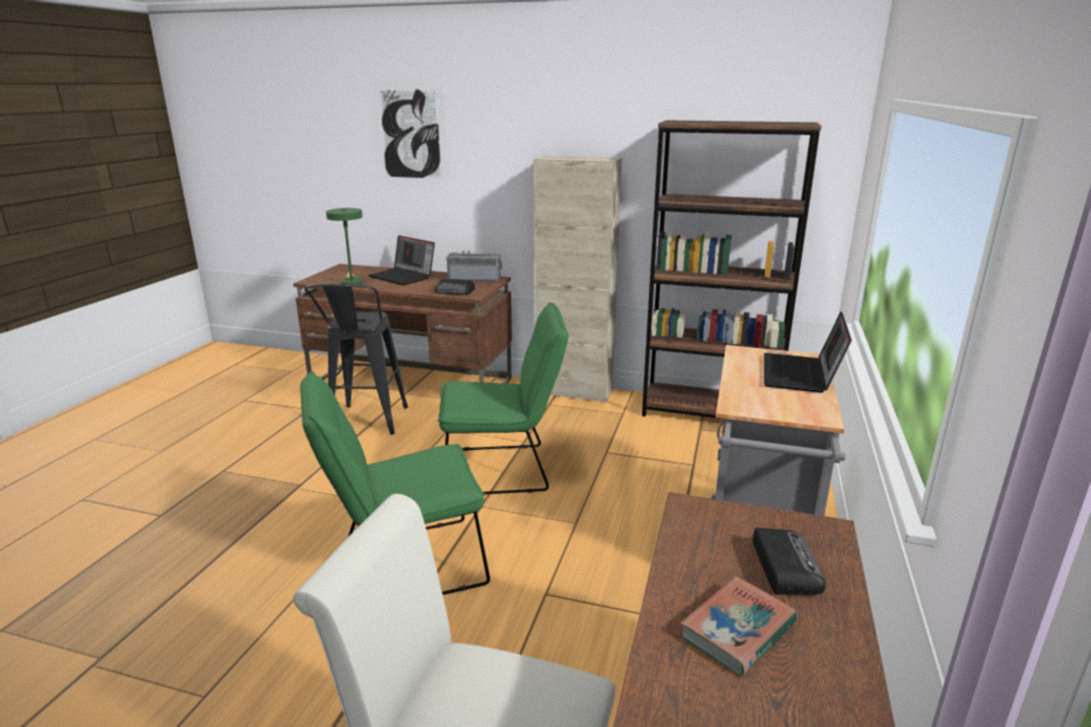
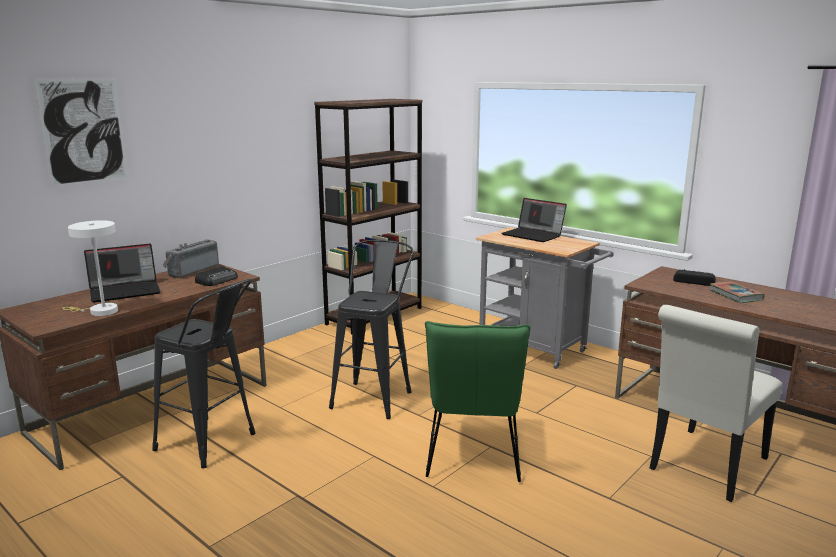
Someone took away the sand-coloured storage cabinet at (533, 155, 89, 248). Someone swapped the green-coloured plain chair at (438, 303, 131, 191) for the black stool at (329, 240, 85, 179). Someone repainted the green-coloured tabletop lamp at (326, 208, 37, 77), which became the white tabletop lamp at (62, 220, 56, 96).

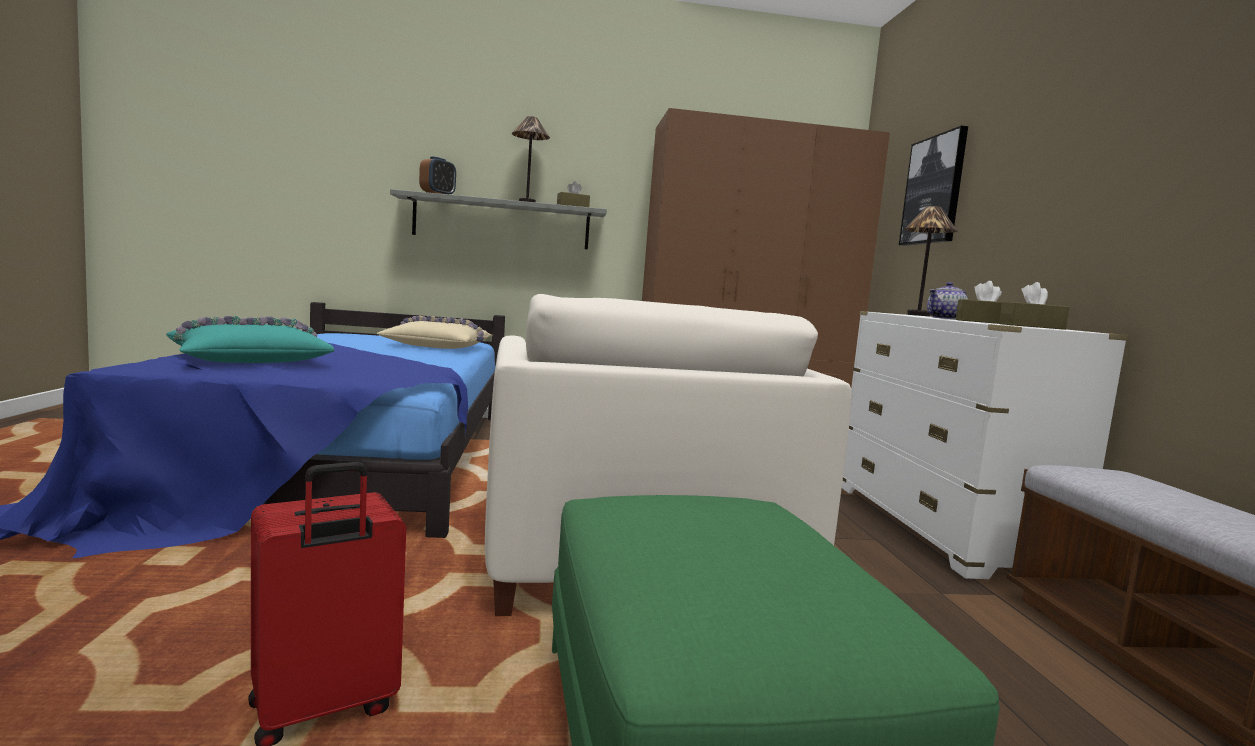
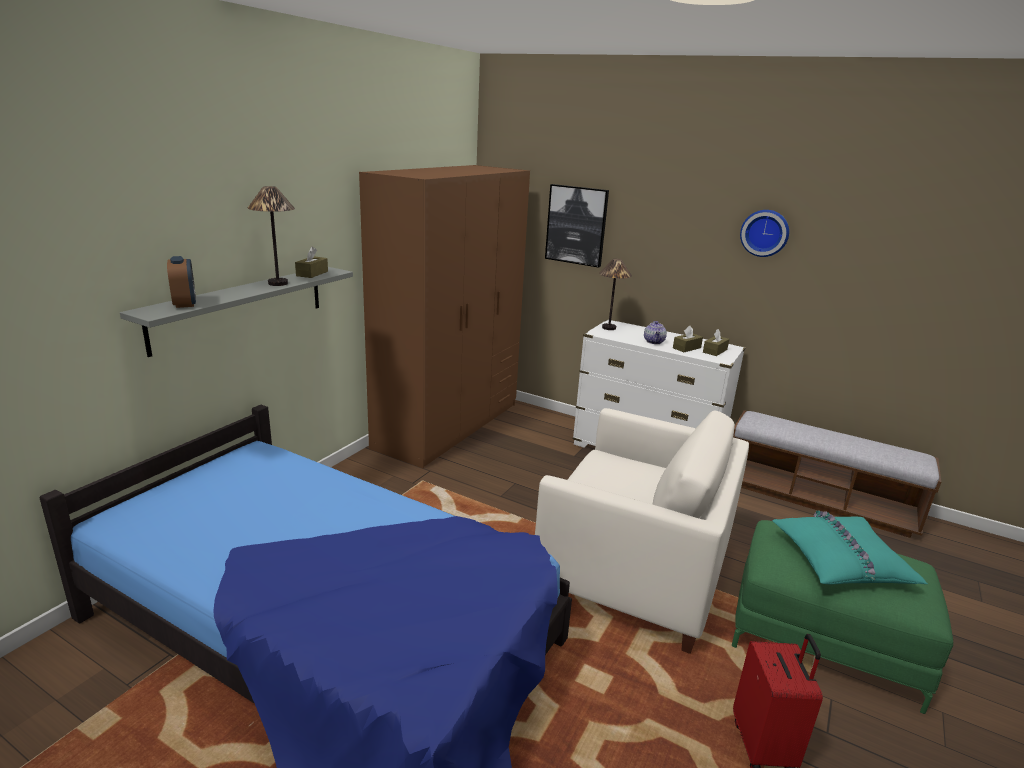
Someone took away the sand-coloured pillow at (377, 316, 115, 33). Someone put up the clock on the wall at (740, 210, 49, 47). Someone carried the blue-green pillow from (166, 316, 169, 47) to (772, 511, 156, 73).

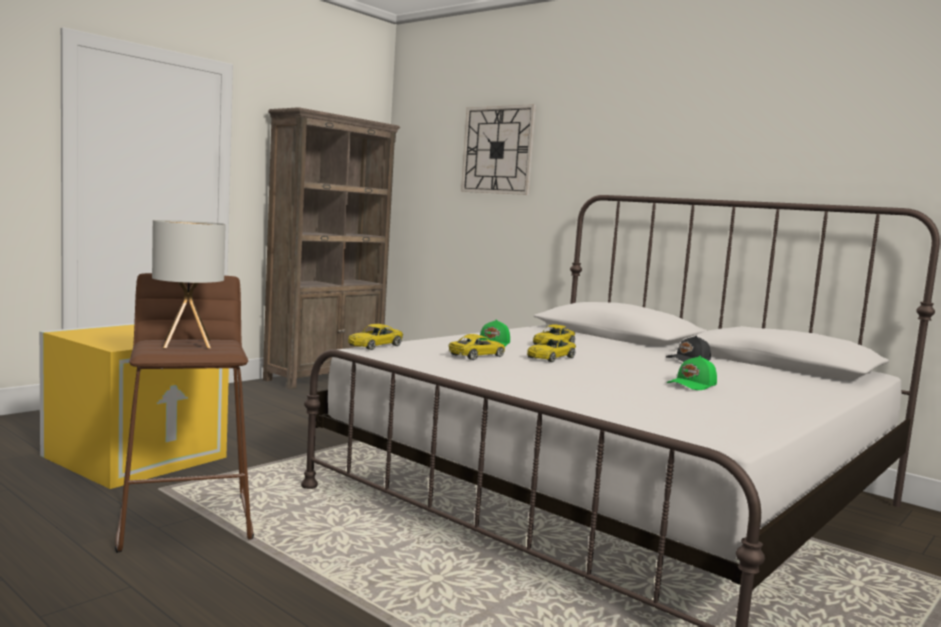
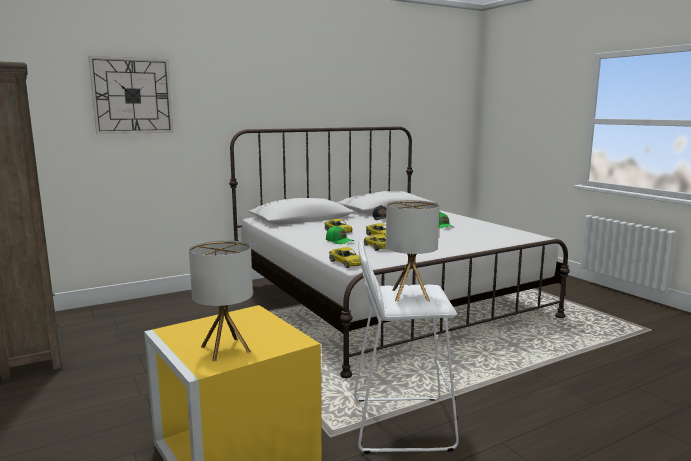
Someone put down the tabletop lamp at (189, 240, 64, 121). Someone repainted the brownish stool at (115, 273, 139, 280), which became the white stool at (354, 241, 105, 213).

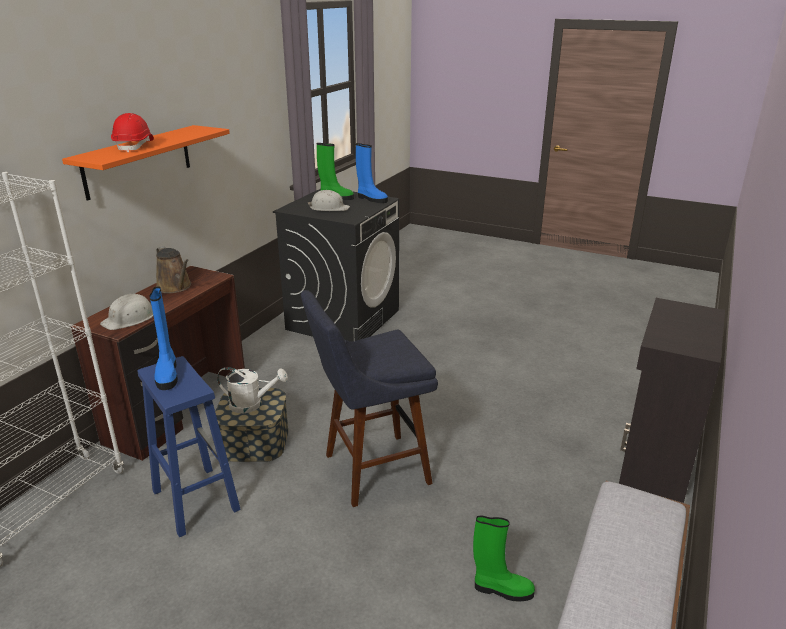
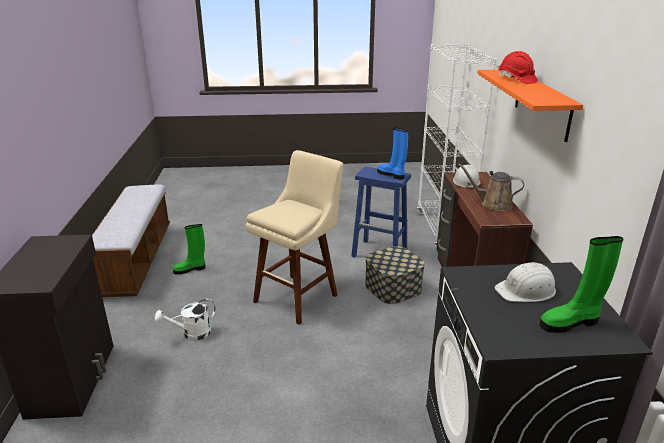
Someone took away the bluish boot at (356, 143, 32, 60). Someone carried the white sprinkling can from (217, 367, 71, 46) to (155, 299, 60, 41). Someone repainted the bluish stool at (301, 290, 137, 217), which became the sand-coloured stool at (246, 150, 97, 175).

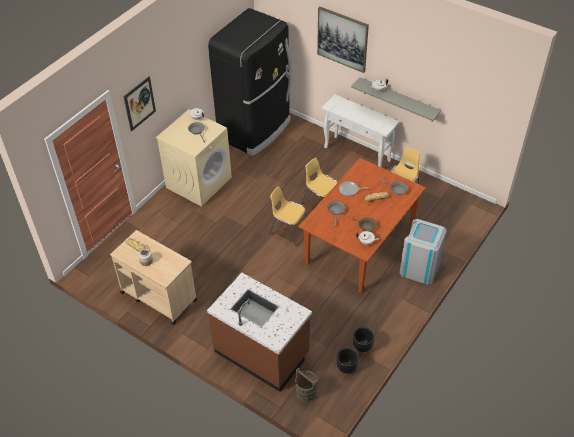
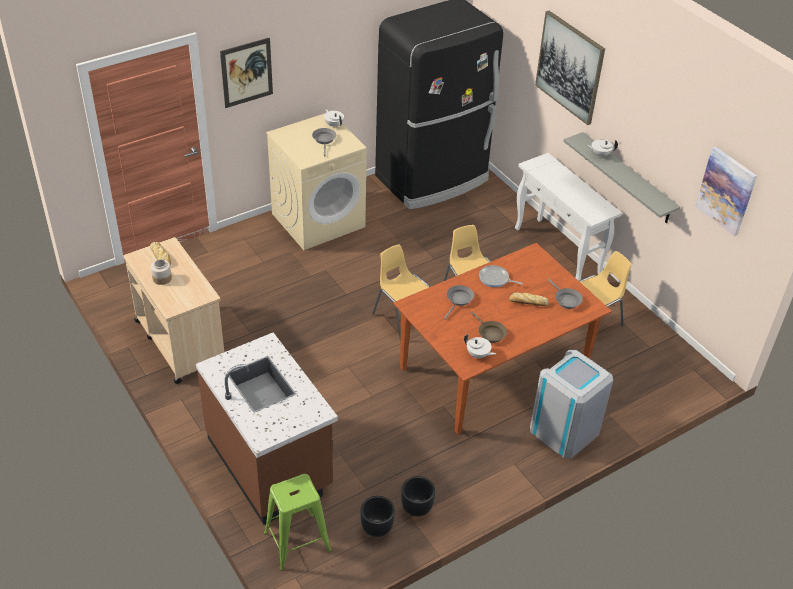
Someone put up the wall picture at (695, 147, 62, 89). Someone swapped the brownish pail at (295, 368, 23, 34) for the green-coloured stool at (264, 474, 68, 97).

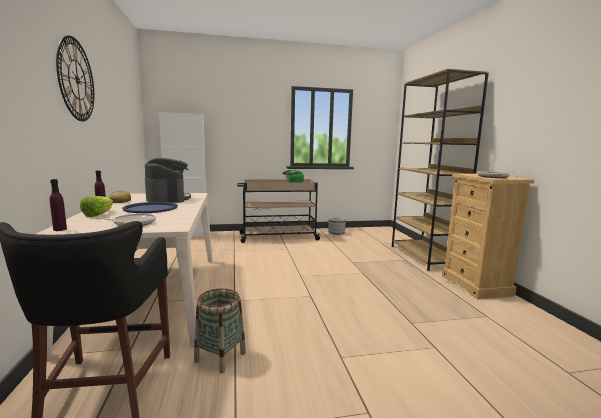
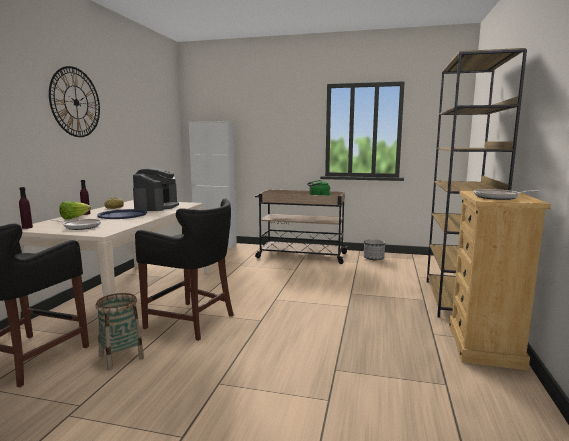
Someone put down the black stool at (135, 198, 99, 143).

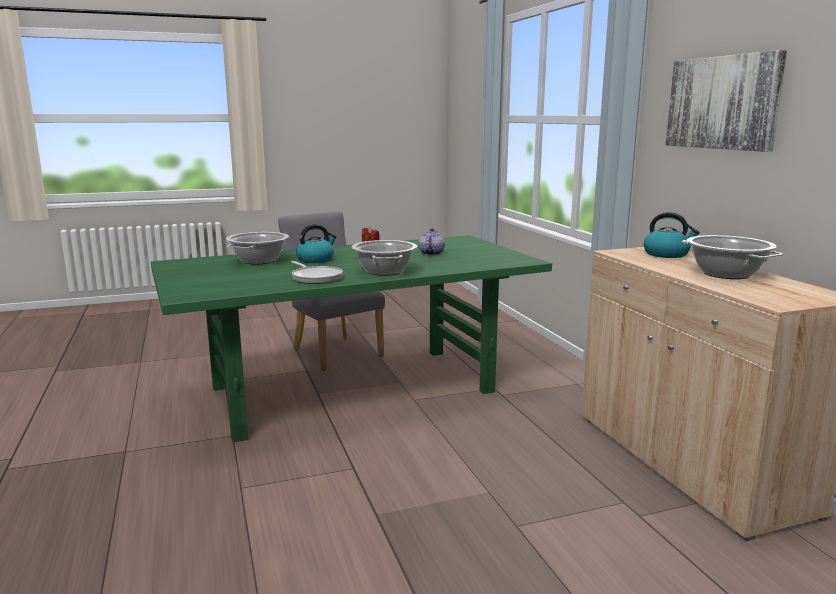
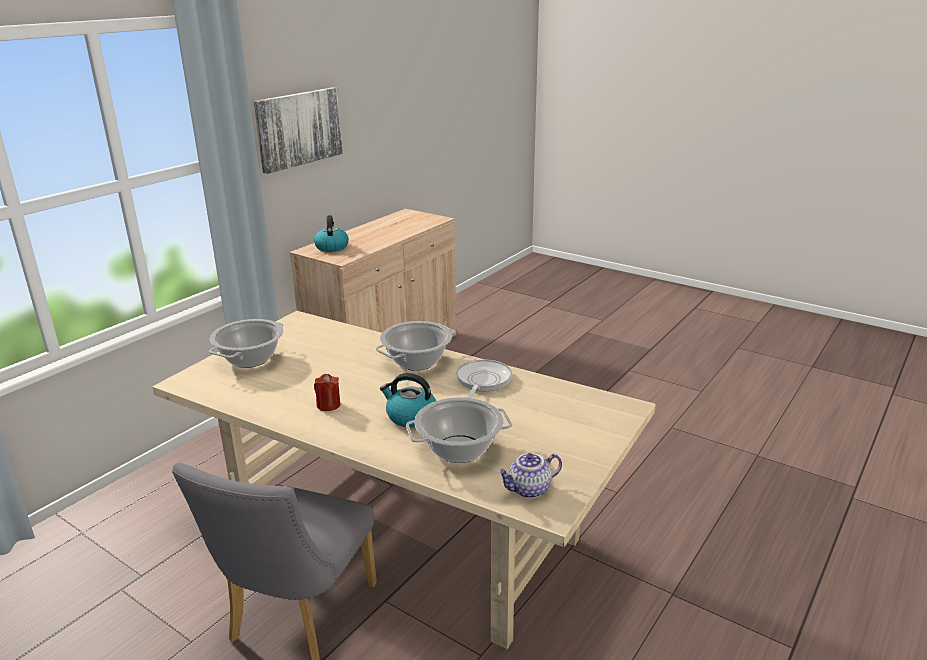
Someone carried the teapot from (419, 228, 26, 27) to (497, 453, 65, 45). Someone carried the cooking pot from (682, 235, 101, 44) to (209, 319, 74, 49). Someone repainted the green-coloured dinner table at (151, 235, 401, 208), which became the sand-coloured dinner table at (152, 311, 504, 338).

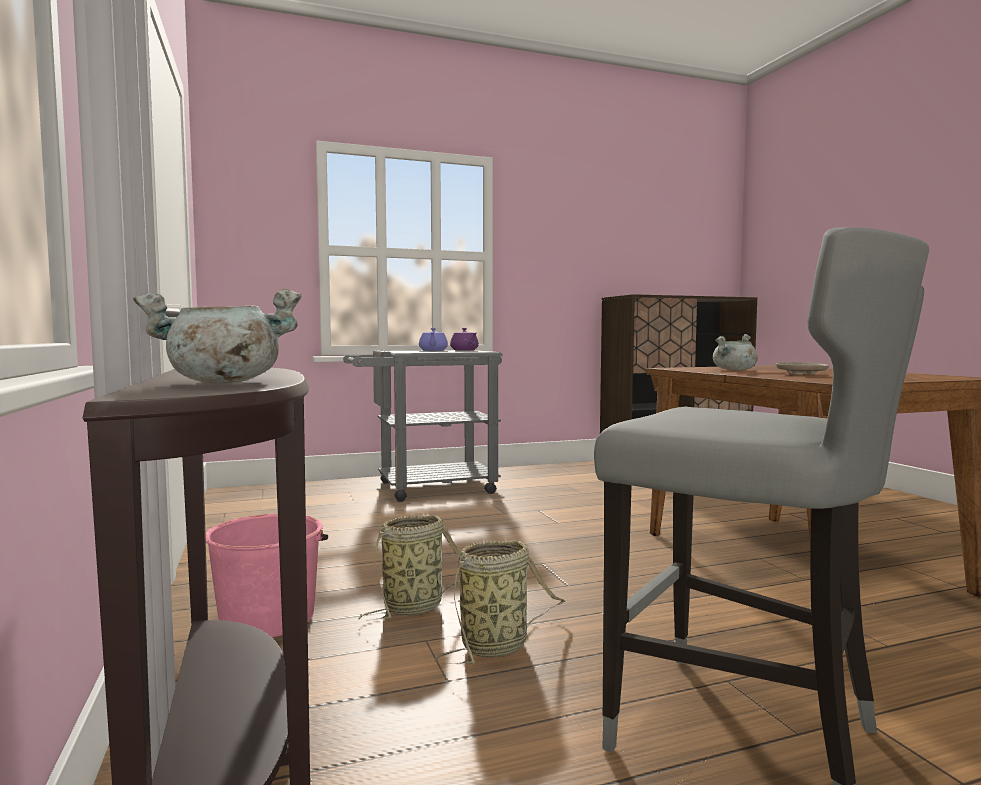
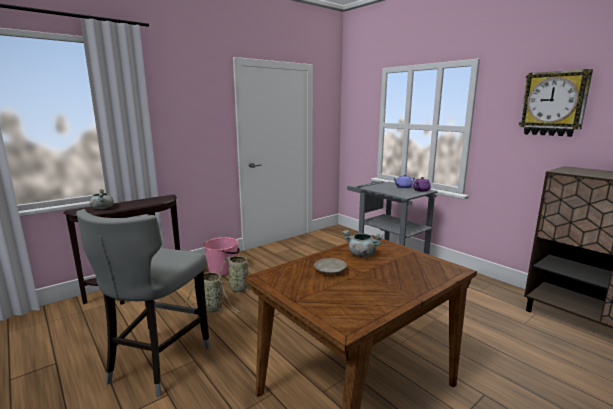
Someone put up the clock on the wall at (519, 69, 74, 68).

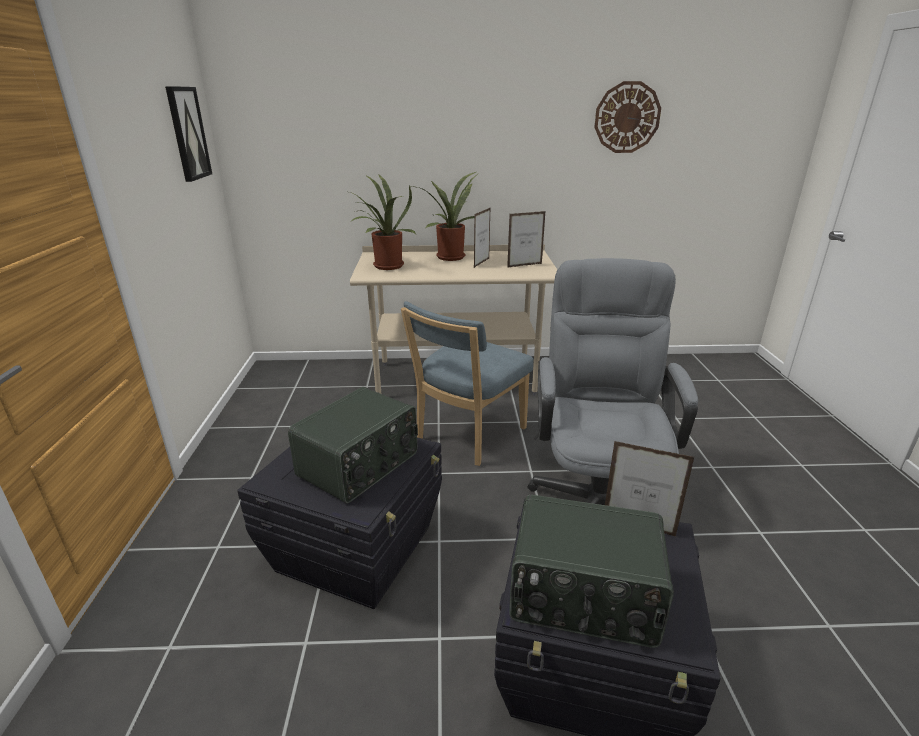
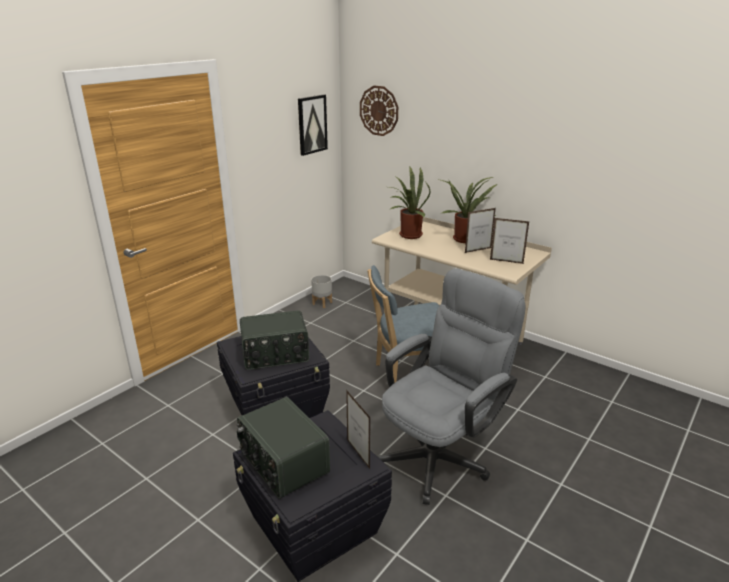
Someone put down the greyish flower pot at (311, 275, 21, 33). Someone carried the clock on the wall from (594, 81, 67, 72) to (360, 86, 38, 50).

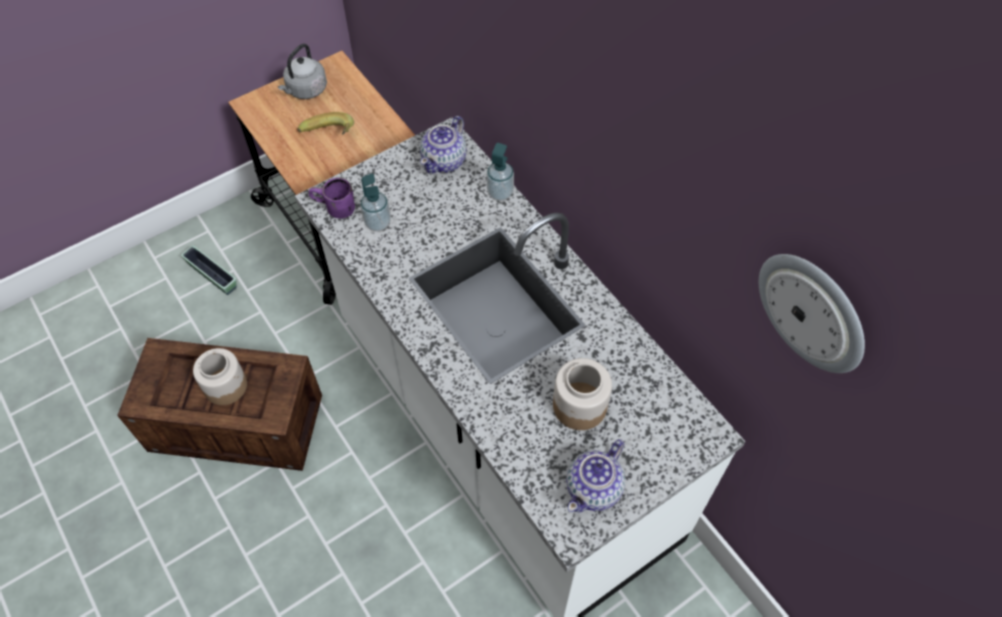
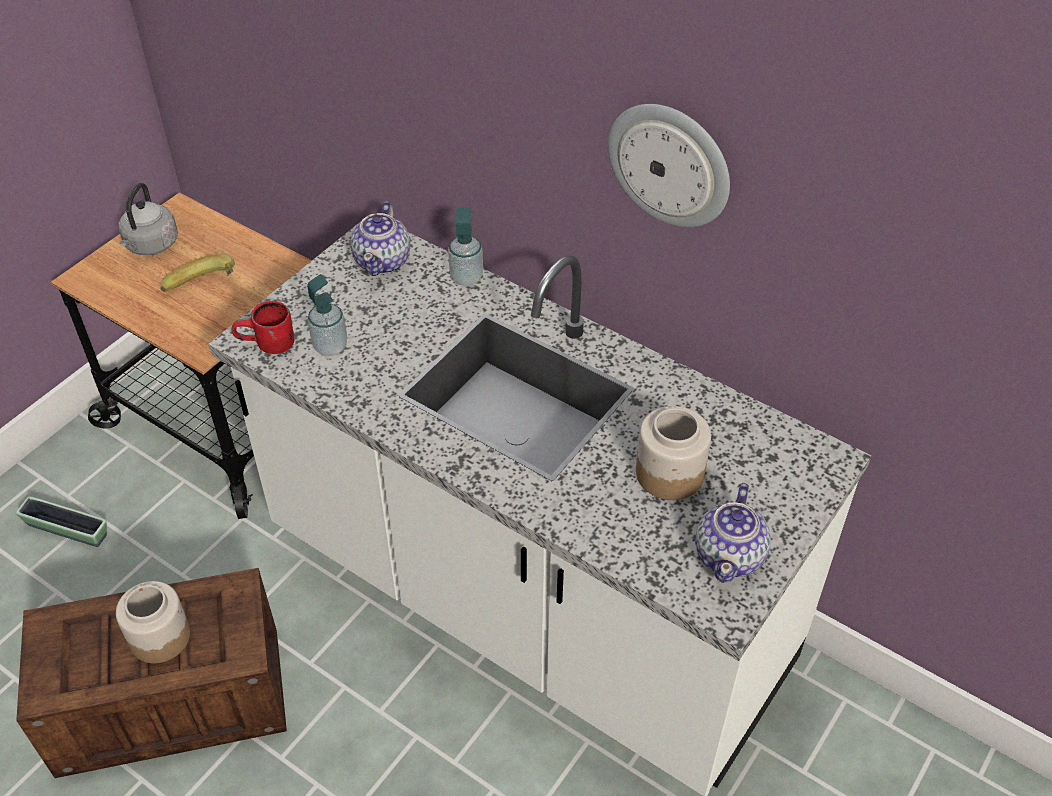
Someone carried the clock on the wall from (759, 254, 106, 119) to (608, 104, 122, 123). Someone repainted the purplish mug at (309, 178, 46, 41), which became the red-coloured mug at (232, 300, 62, 54).

